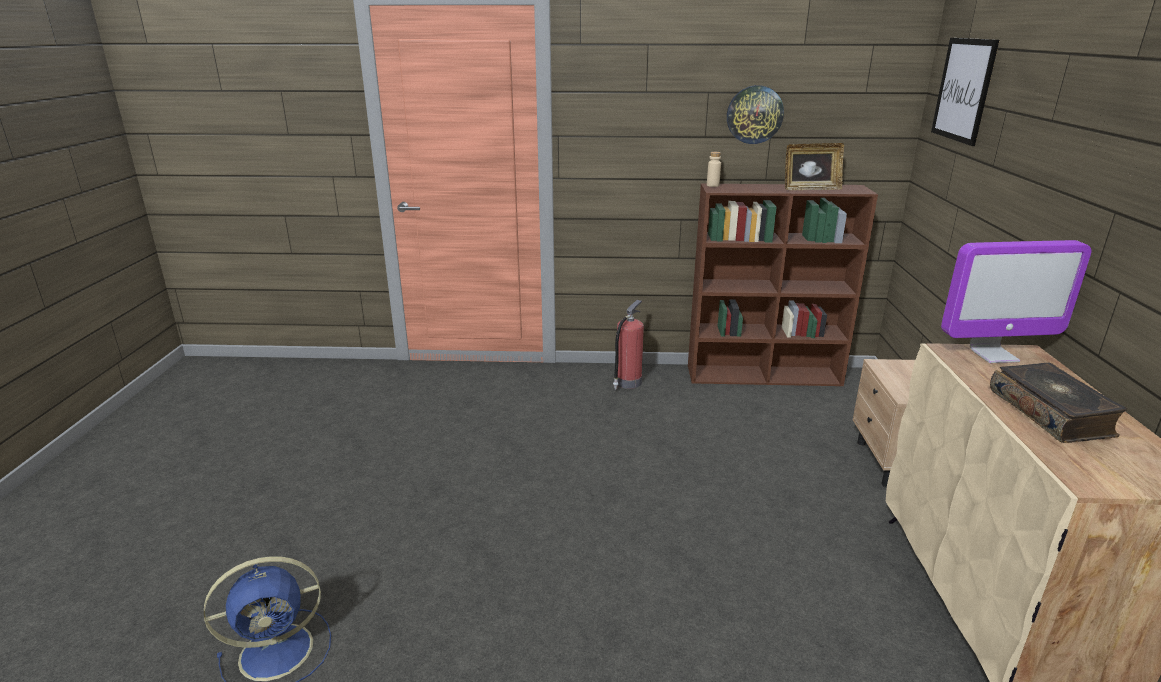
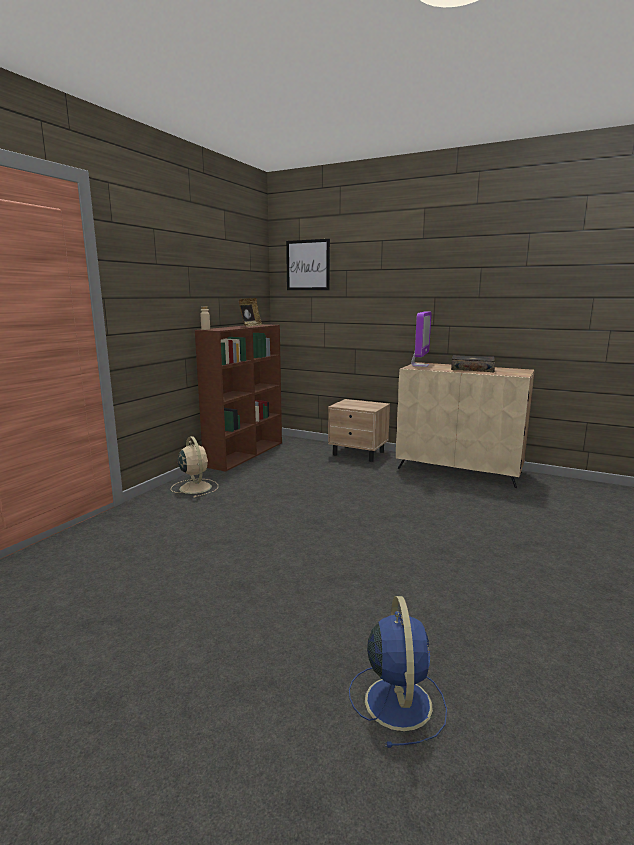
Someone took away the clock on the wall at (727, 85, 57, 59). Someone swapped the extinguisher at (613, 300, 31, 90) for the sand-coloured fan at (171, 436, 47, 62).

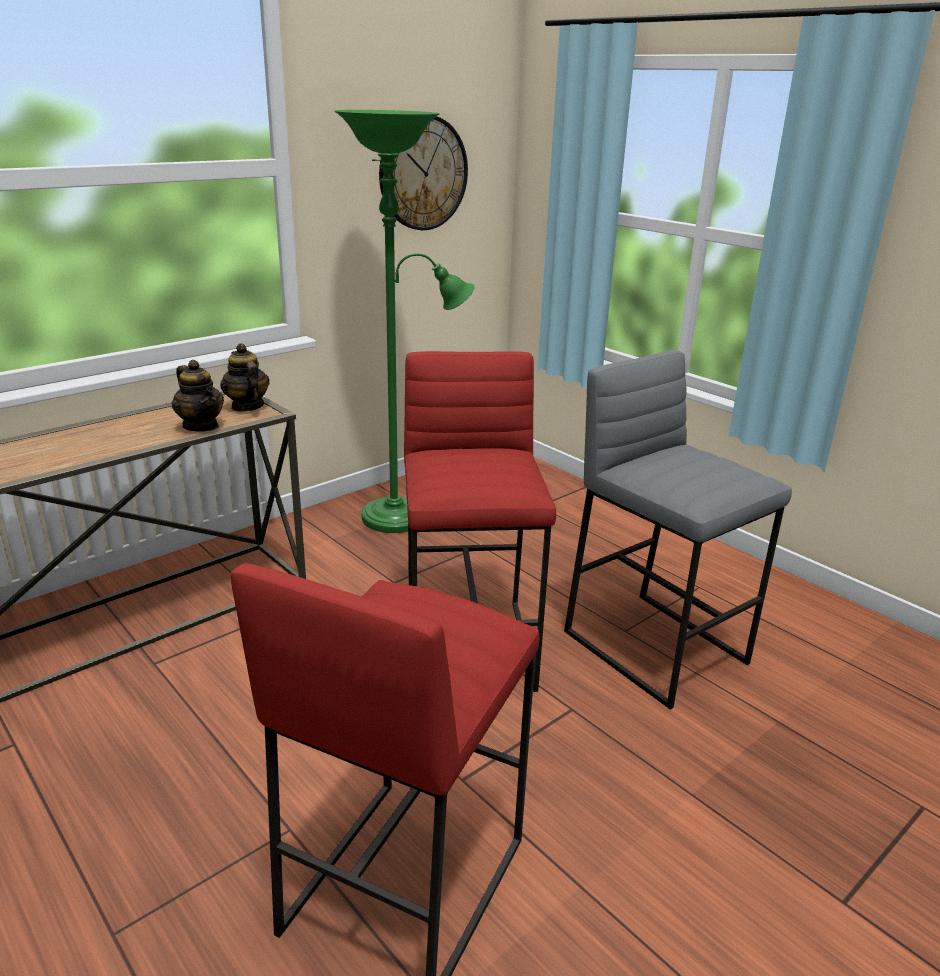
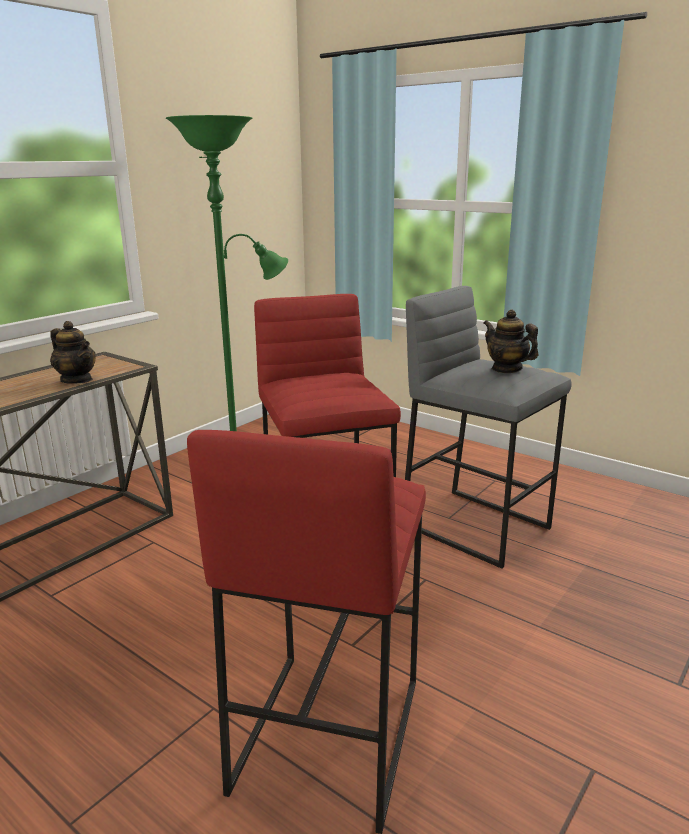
Someone took away the clock on the wall at (379, 116, 89, 114). Someone carried the teapot from (220, 343, 50, 69) to (483, 309, 55, 64).

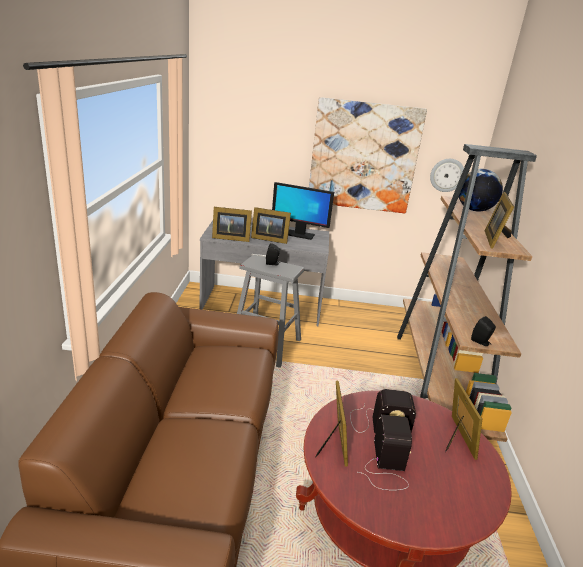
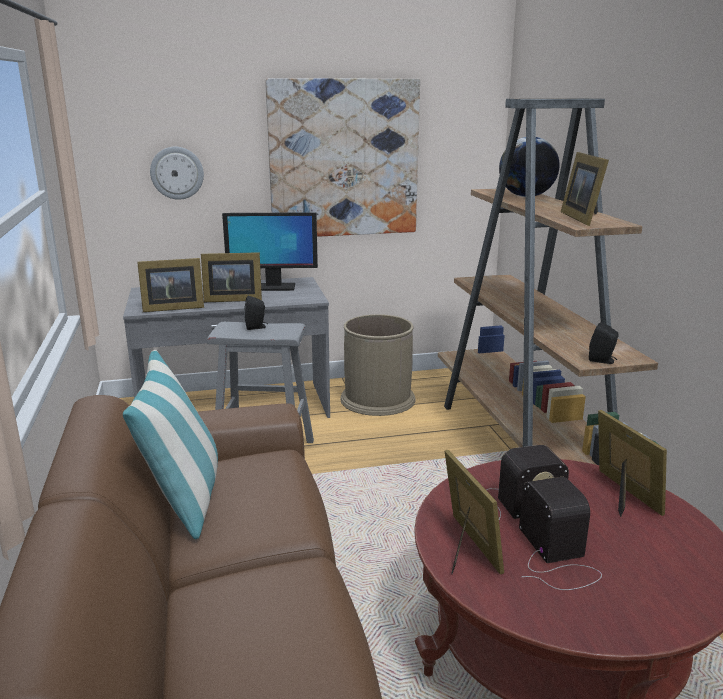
Someone put down the pillow at (123, 350, 95, 189). Someone put down the brownish waste bin at (340, 314, 76, 102). Someone carried the clock on the wall from (430, 159, 34, 33) to (150, 147, 54, 53).

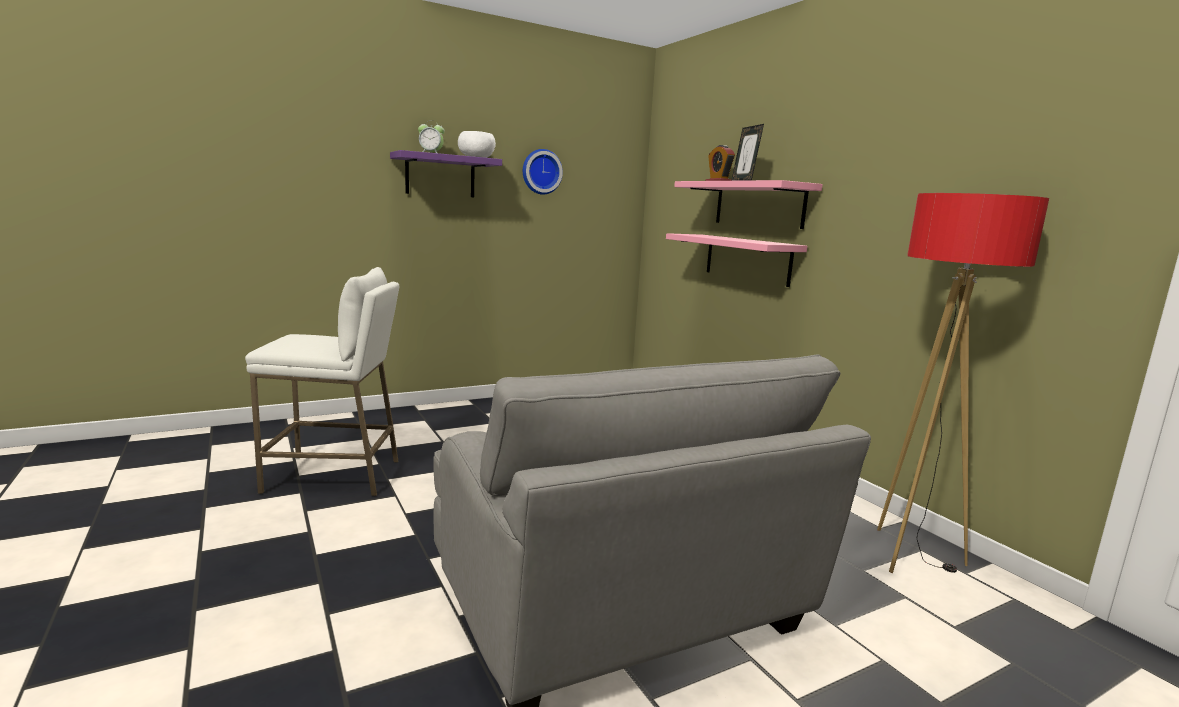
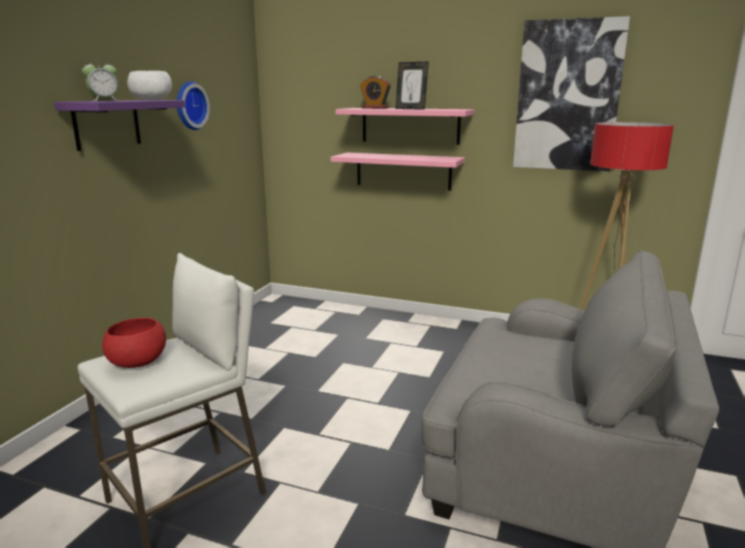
Someone put down the red-coloured deep dish at (102, 318, 64, 50). Someone put up the wall picture at (513, 16, 117, 155).

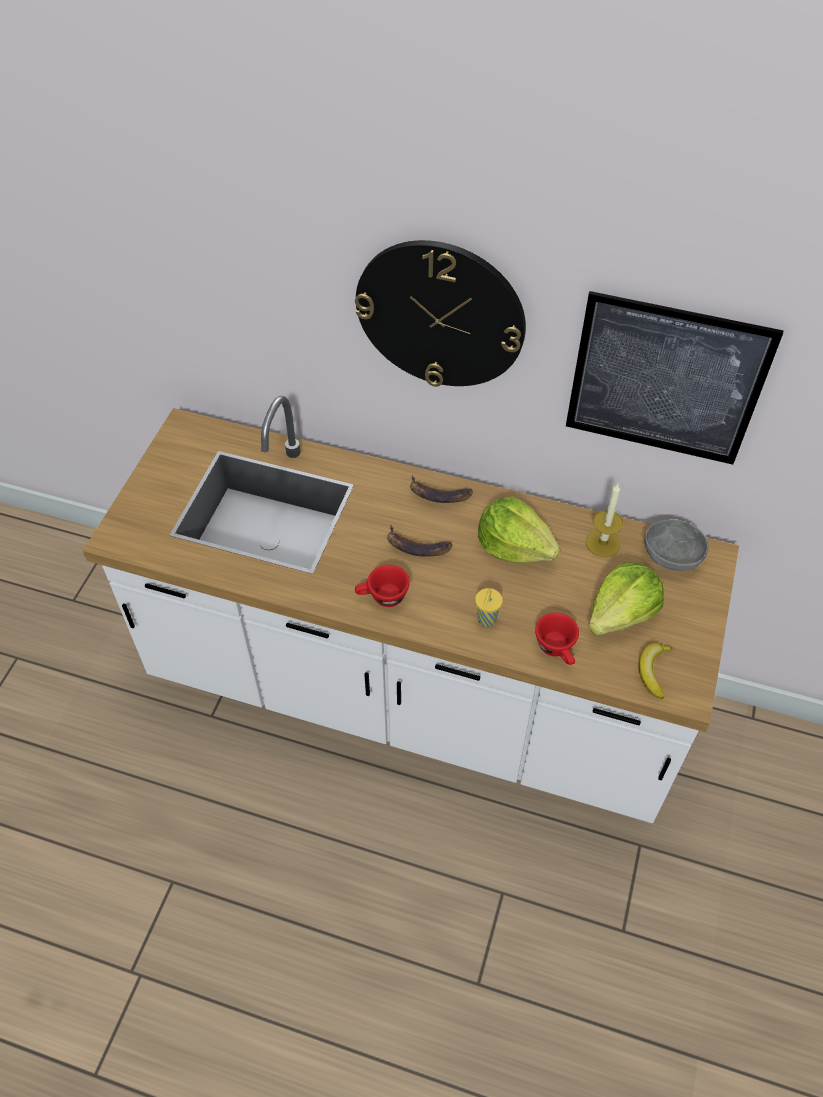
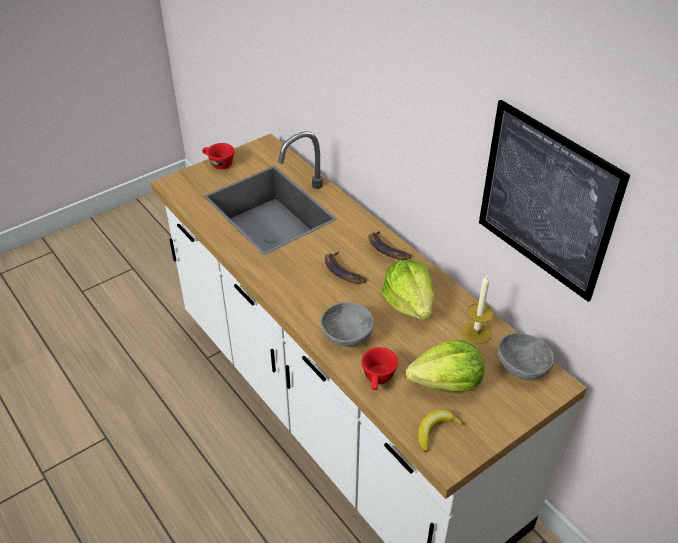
Someone took away the clock on the wall at (355, 240, 171, 147). Someone carried the red-coloured small cup from (355, 564, 55, 43) to (202, 143, 32, 26). Someone swapped the yellowish small cup at (475, 588, 28, 39) for the greyish deep dish at (321, 302, 53, 44).

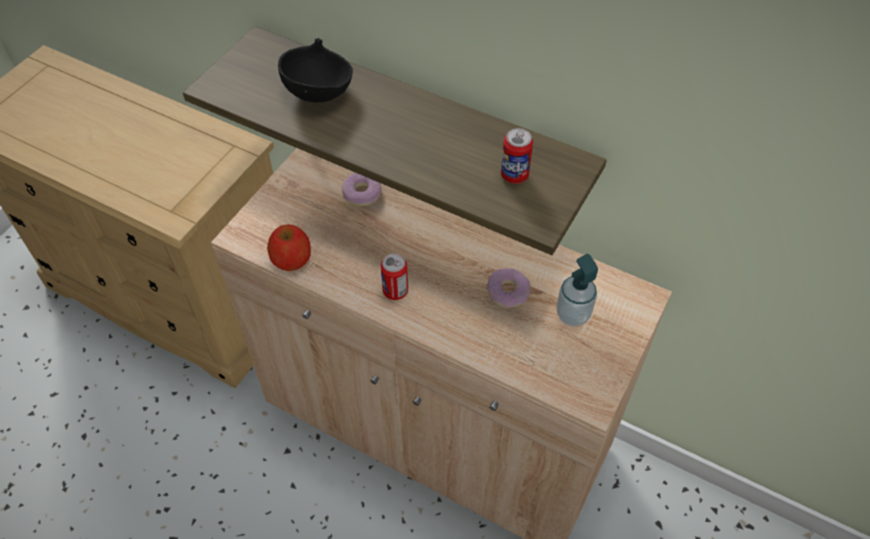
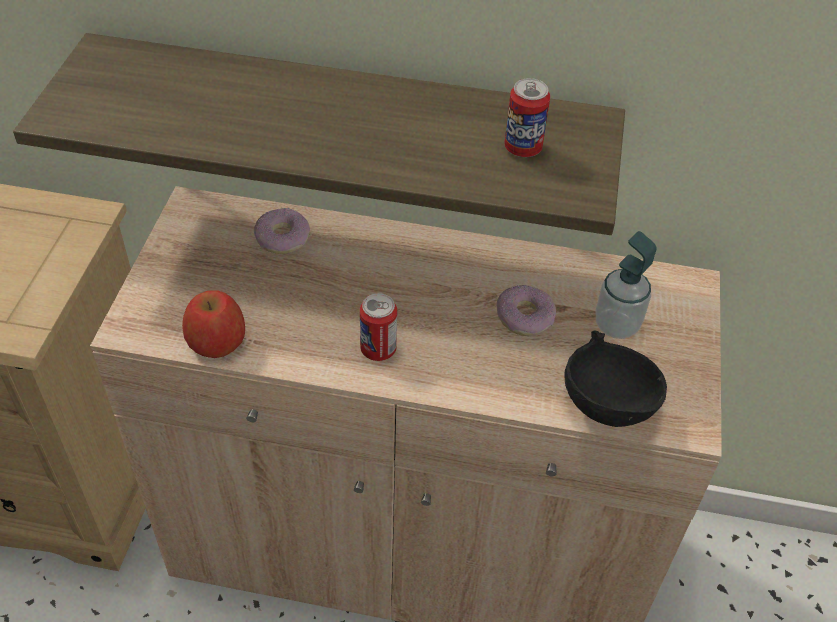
Someone carried the black deep dish from (278, 38, 75, 64) to (564, 331, 103, 96).

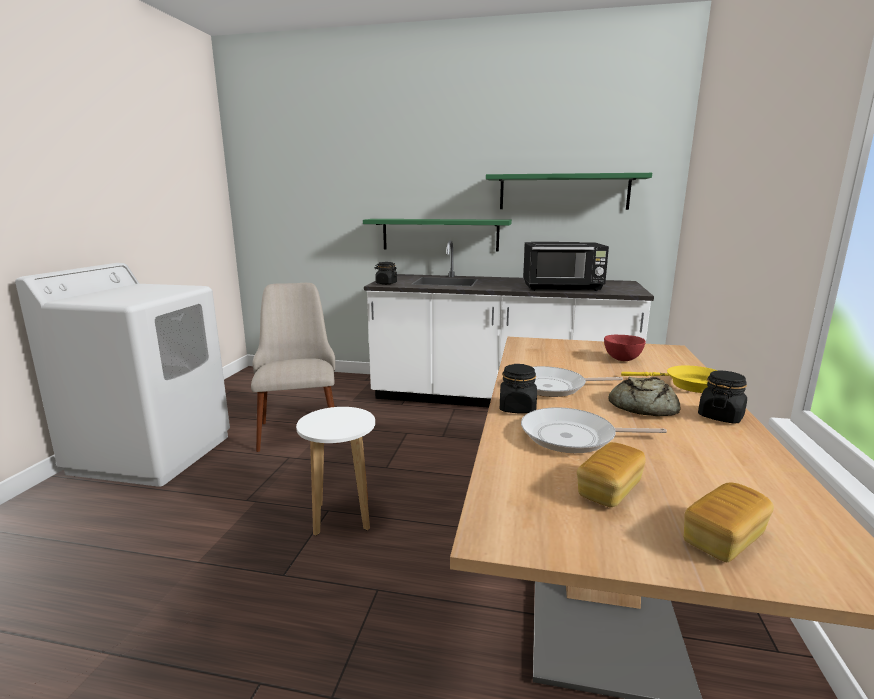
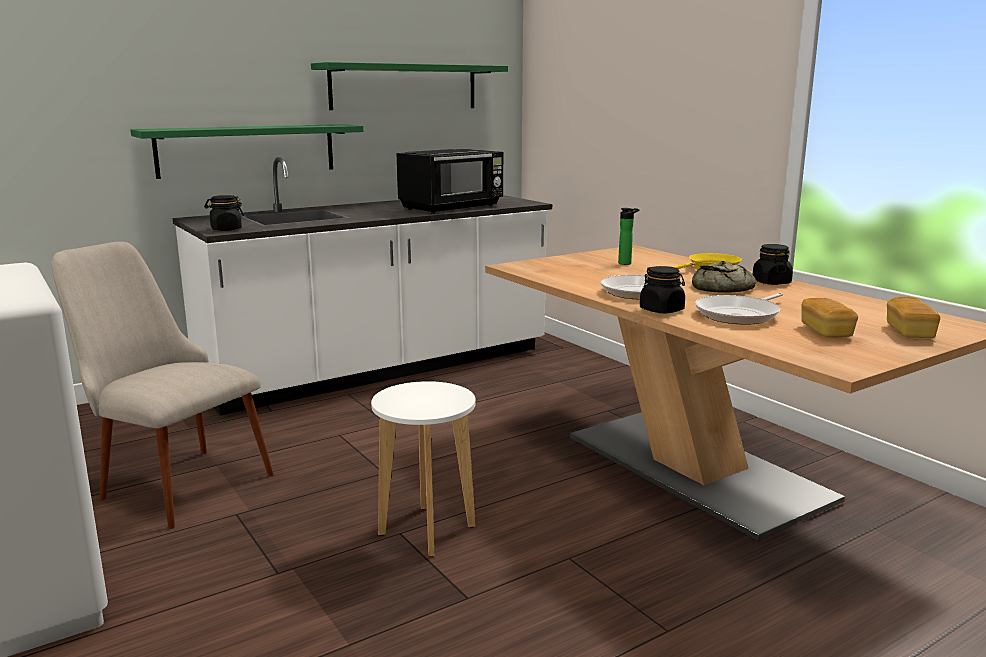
Someone swapped the red-coloured deep dish at (604, 334, 42, 27) for the beverage bottle at (618, 208, 21, 57).

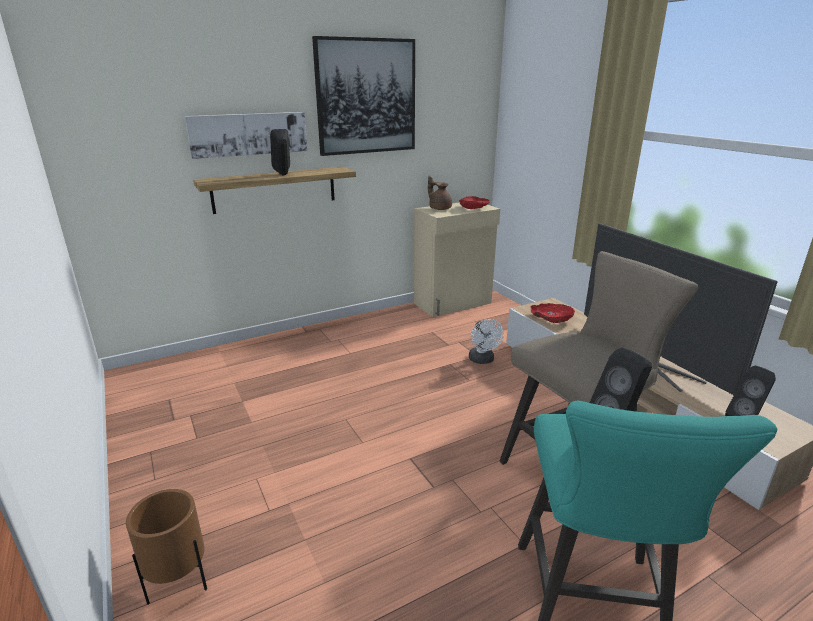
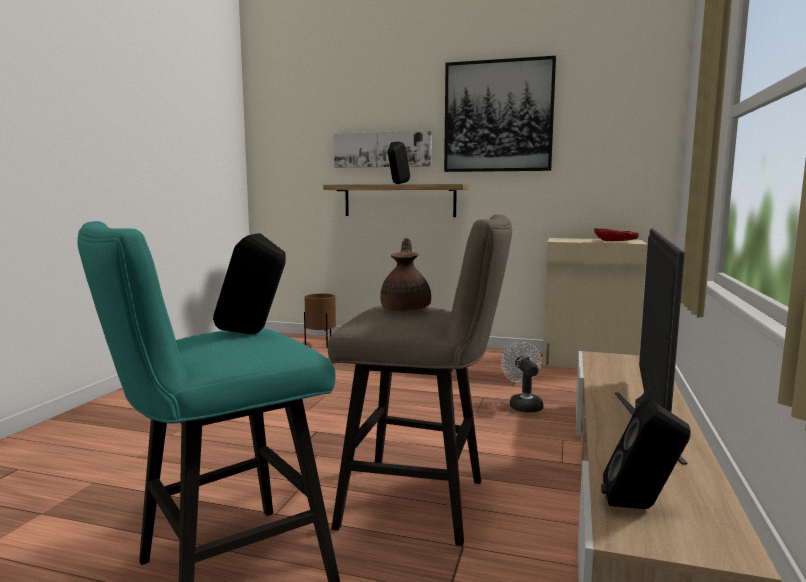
Someone took away the red-coloured deep dish at (531, 303, 44, 20). Someone carried the brownish flower pot from (126, 489, 81, 116) to (304, 293, 32, 55). Someone carried the brownish teapot from (428, 176, 24, 34) to (380, 238, 51, 74). Someone rotated the white fan at (469, 319, 35, 45) by 135 degrees clockwise.

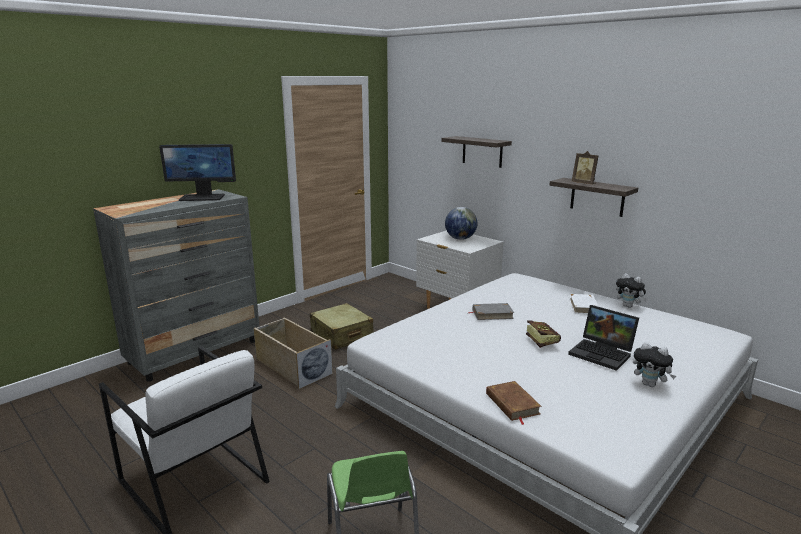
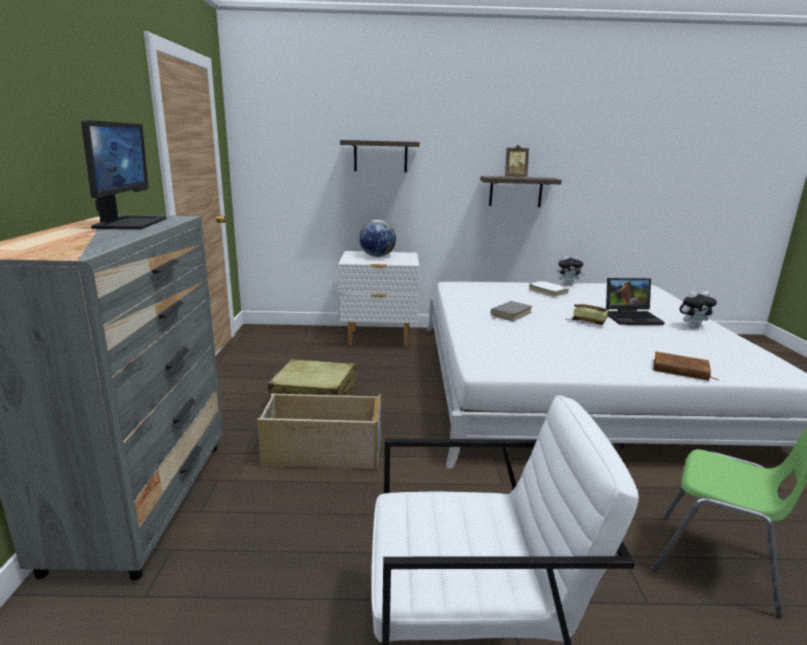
Someone rotated the monitor at (159, 144, 77, 57) by 45 degrees counterclockwise.

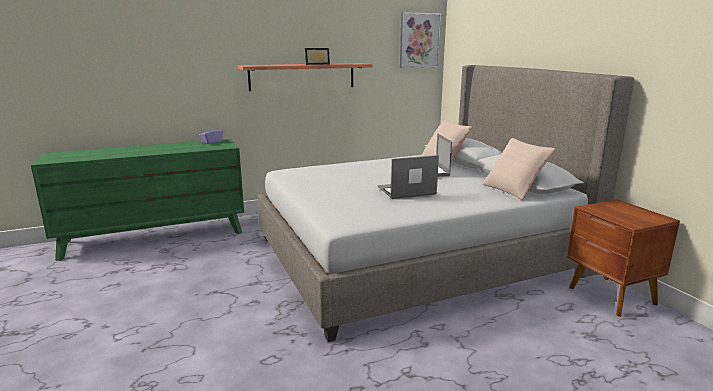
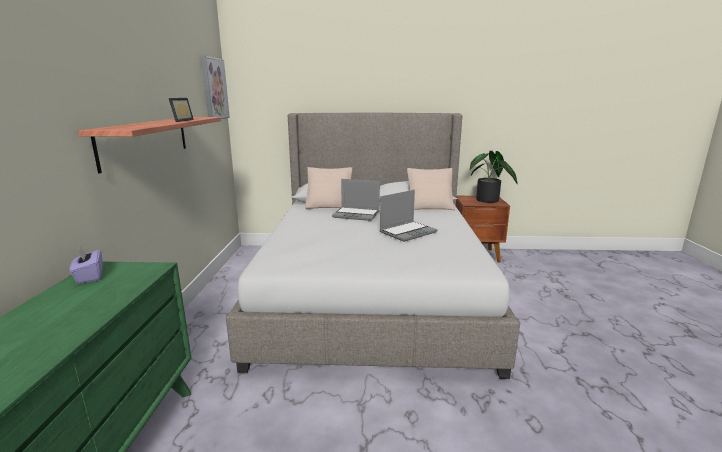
Someone put down the plant in a pot at (470, 151, 48, 52). Someone rotated the portable computer at (378, 155, 61, 44) by 135 degrees counterclockwise.

